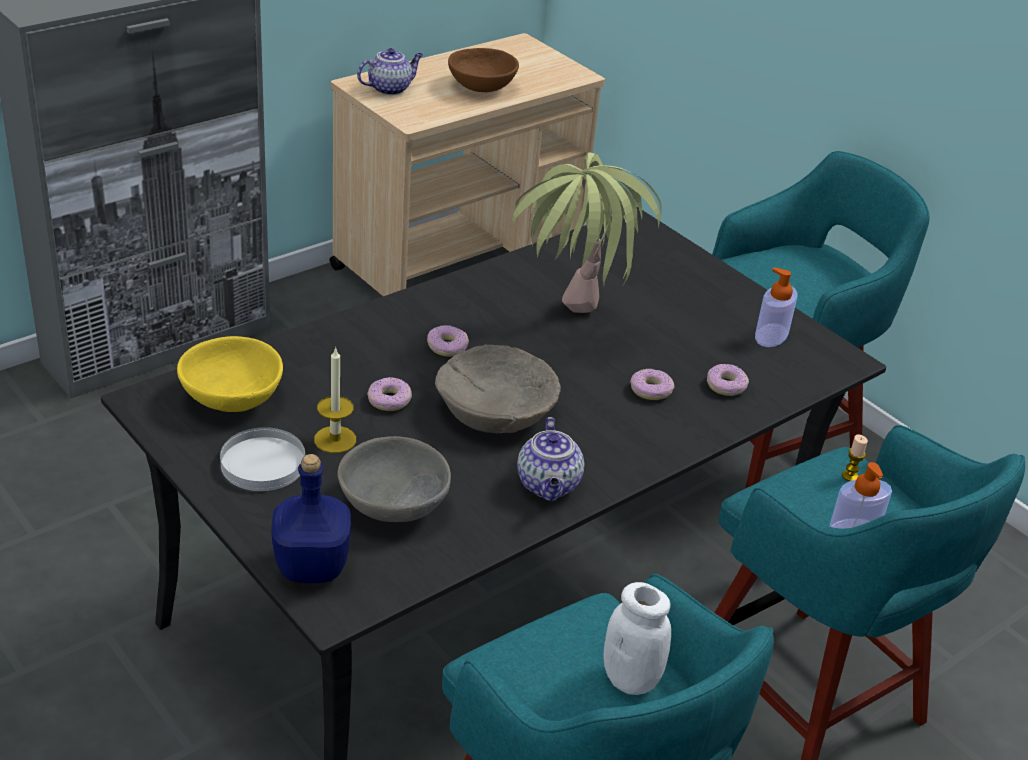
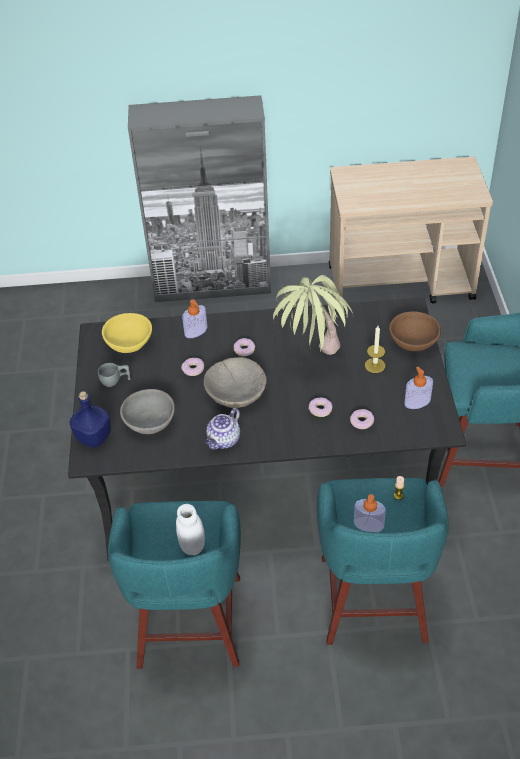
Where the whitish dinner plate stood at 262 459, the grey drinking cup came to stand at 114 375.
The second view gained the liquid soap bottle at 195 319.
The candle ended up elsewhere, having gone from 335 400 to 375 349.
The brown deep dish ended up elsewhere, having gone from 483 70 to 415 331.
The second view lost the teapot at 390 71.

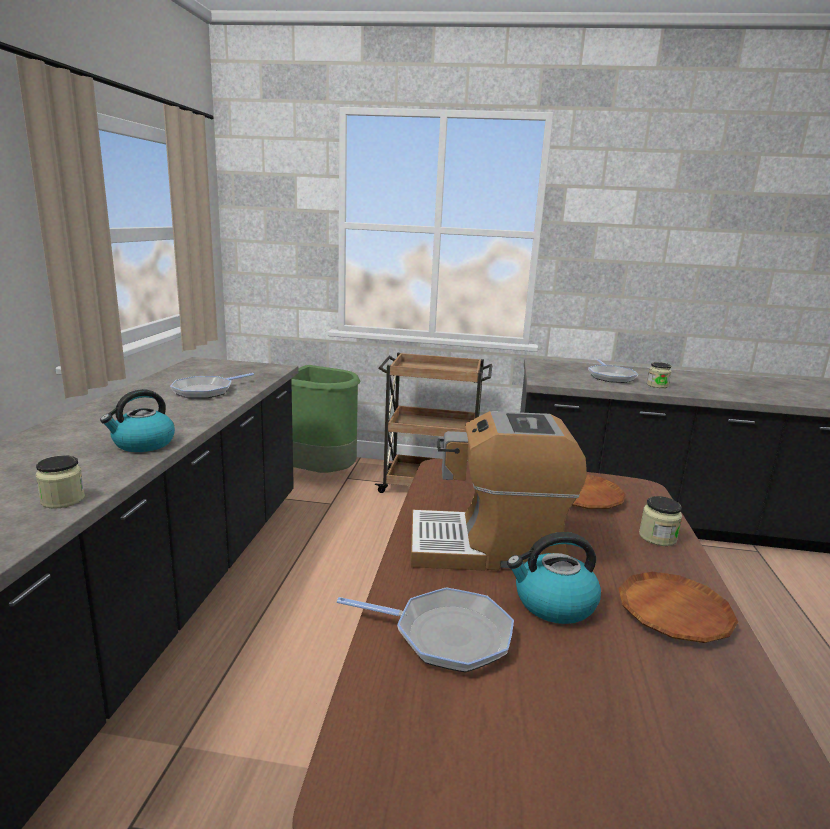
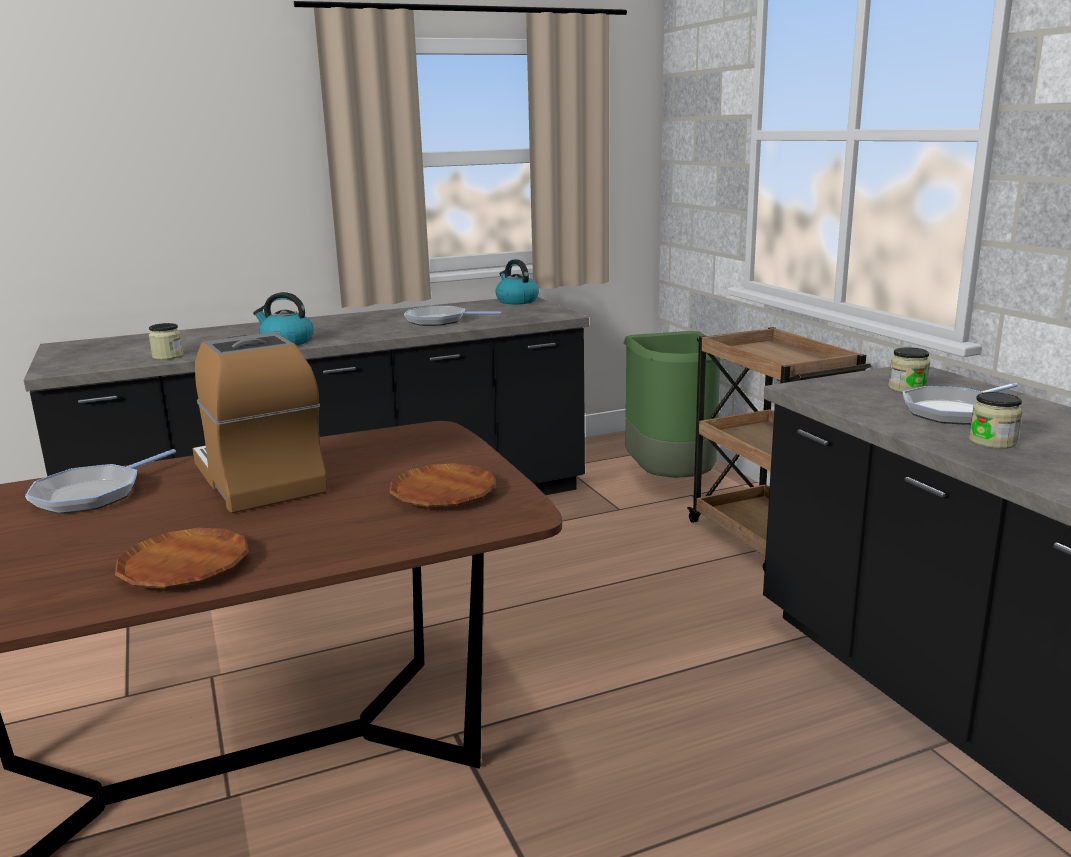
The frying pan at 425 630 ended up facing another way, 45 degrees clockwise from before.
The tea kettle ended up elsewhere, having gone from 554 578 to 517 281.
The storage jar ended up elsewhere, having gone from 660 521 to 909 370.

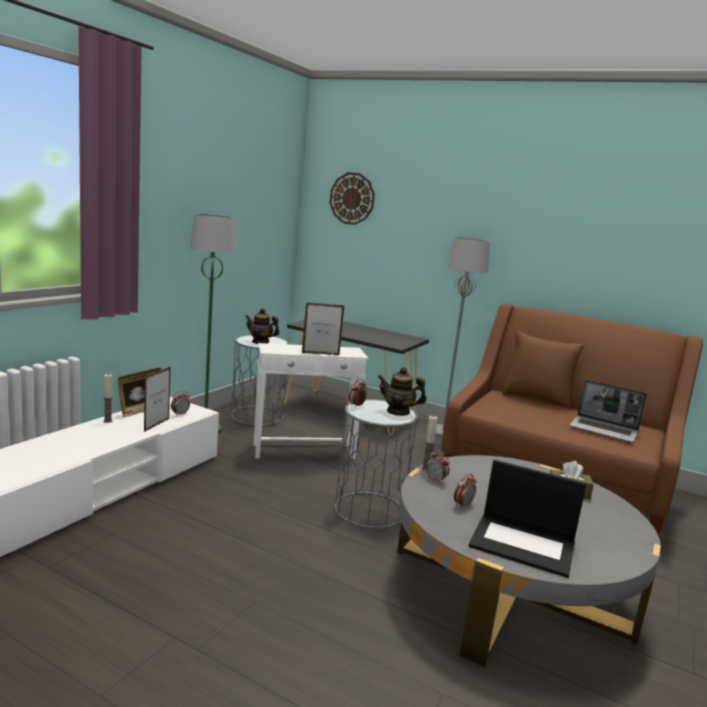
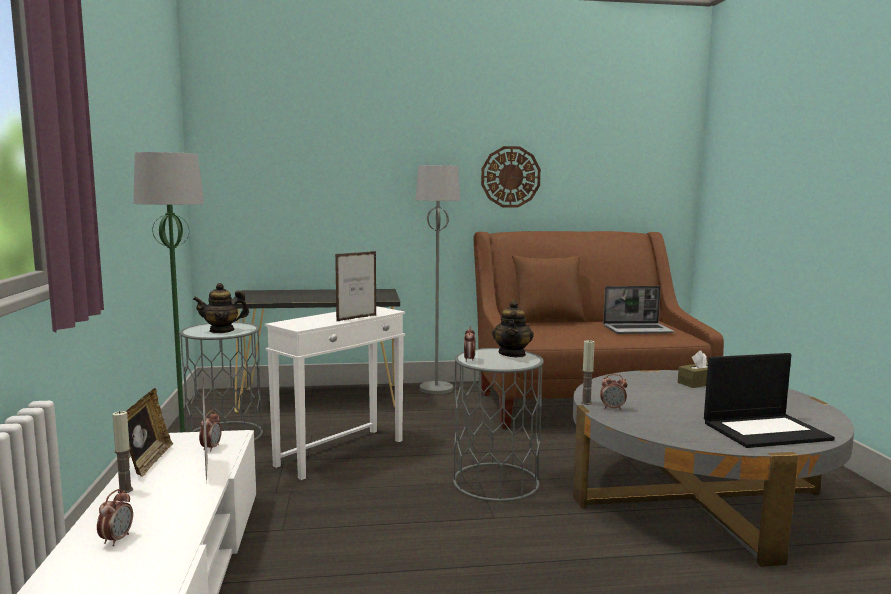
The table clock ended up elsewhere, having gone from 465 491 to 115 517.
The hanging clock ended up elsewhere, having gone from 352 198 to 511 177.
The teapot at 402 391 ended up facing another way, 60 degrees counterclockwise from before.

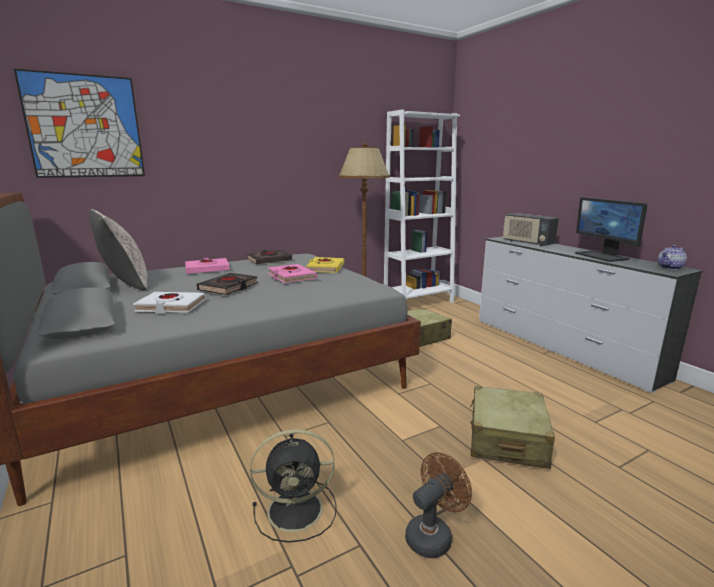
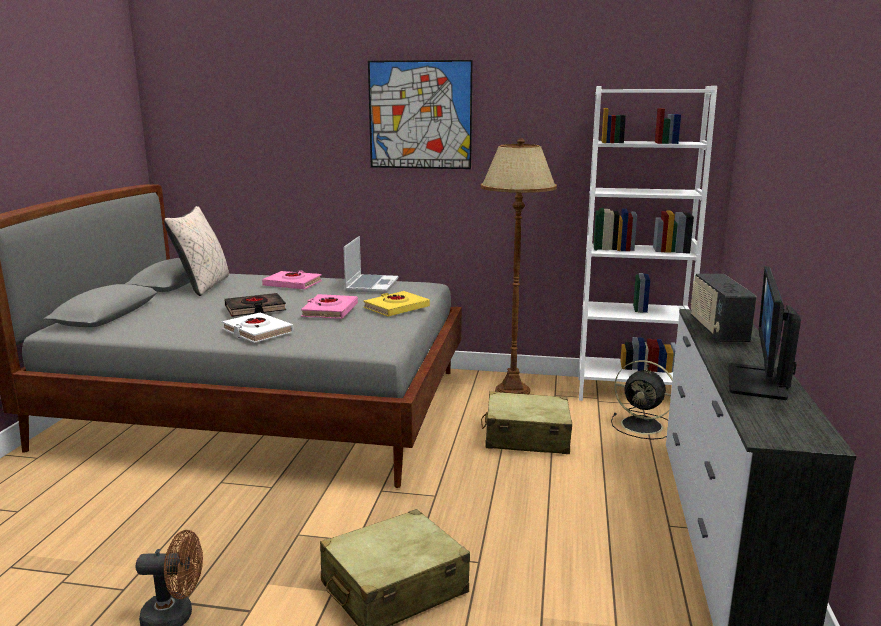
The whitish volume ended up elsewhere, having gone from 169 303 to 258 328.
Where the black-coloured volume stood at 269 257, the notebook computer came to stand at 371 264.
The wall art ended up elsewhere, having gone from 79 123 to 420 114.
The black-coloured electric fan ended up elsewhere, having gone from 293 486 to 642 400.
The second view lost the teapot at 672 257.

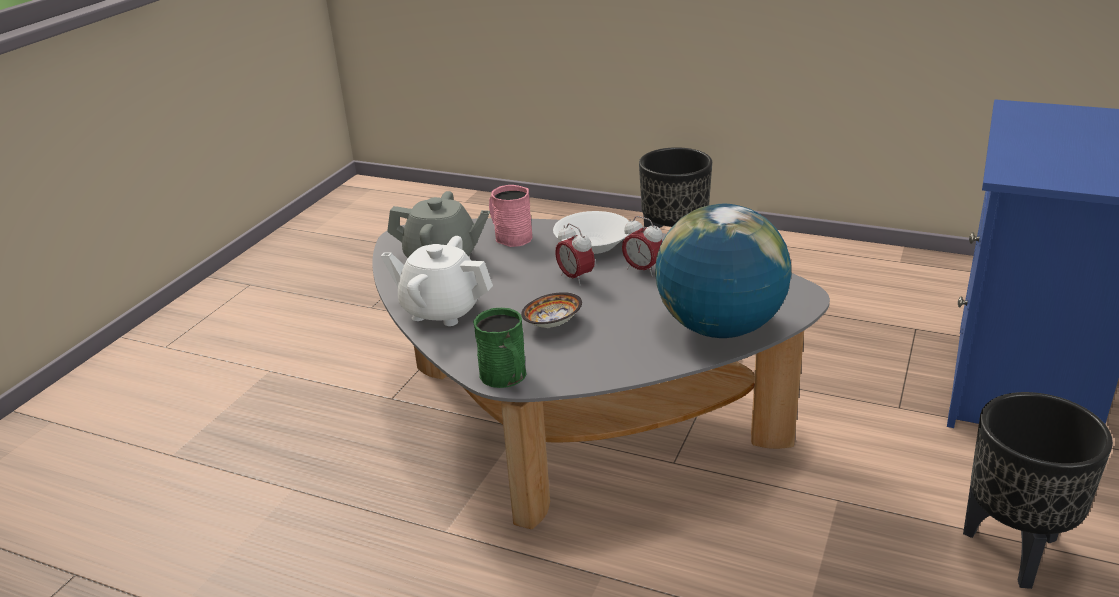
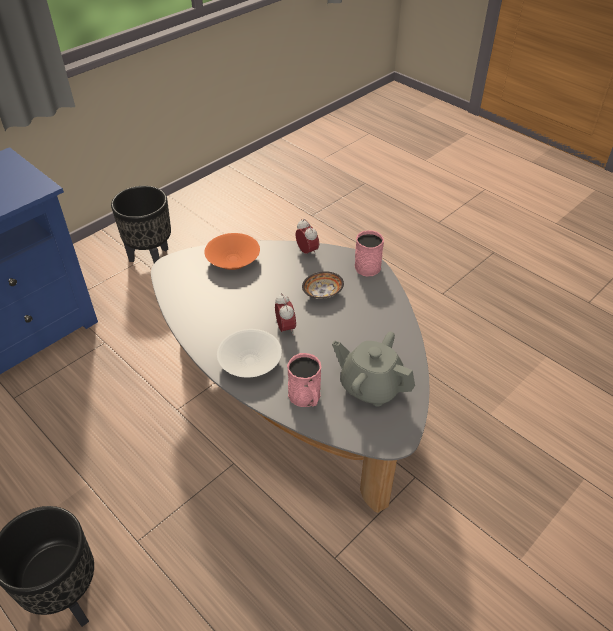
Where the world globe stood at 723 271, the orange-coloured deep dish came to stand at 232 251.
The table clock ended up elsewhere, having gone from 642 246 to 307 237.
What was the green-coloured coffee mug at 500 348 turned into the pink coffee mug at 369 253.
The second view lost the whitish teapot at 437 281.

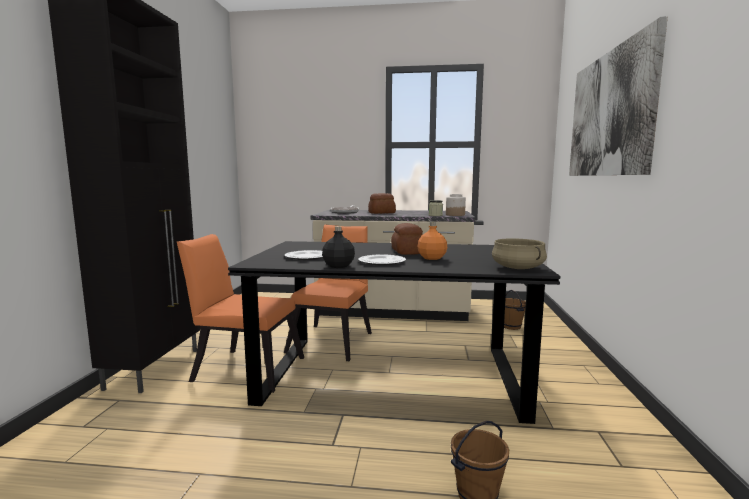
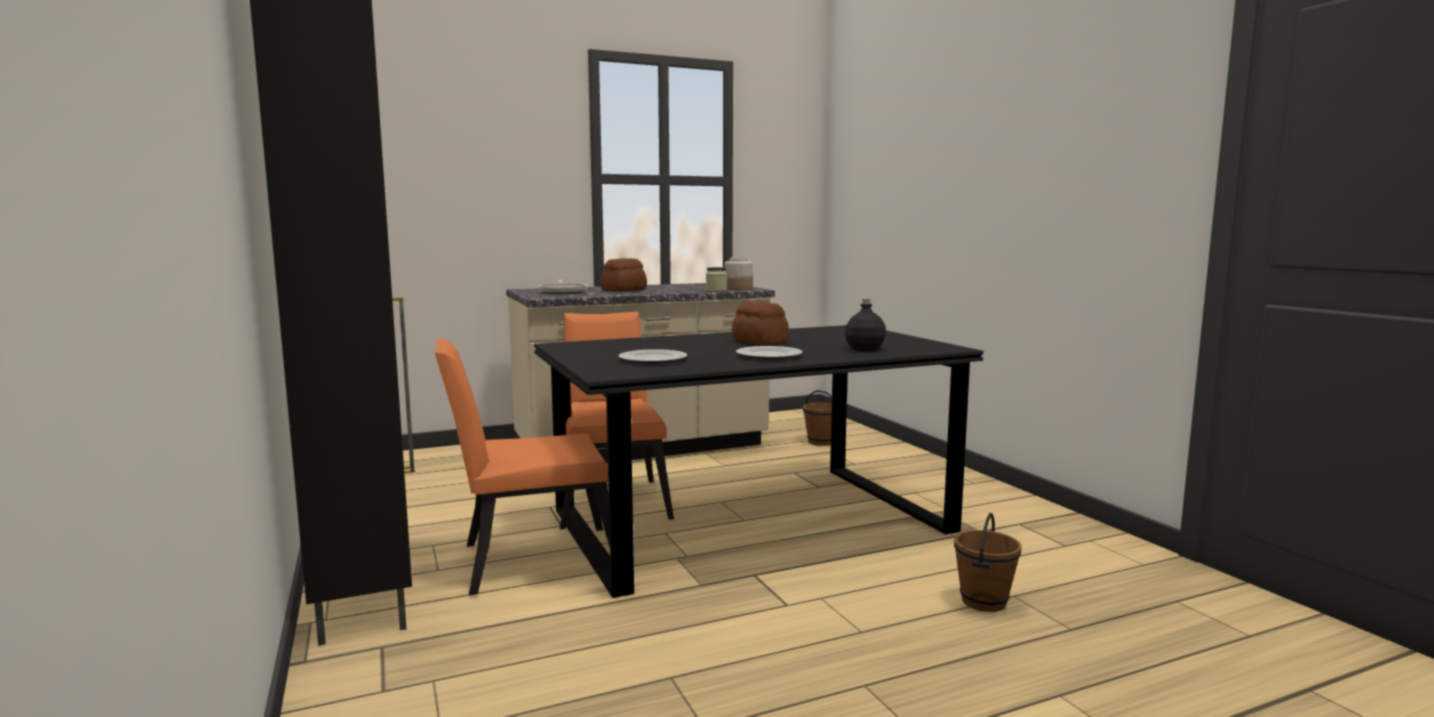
The black-coloured bottle ended up elsewhere, having gone from 338 247 to 865 324.
The second view lost the orange-coloured bottle at 432 241.
The second view lost the sand-coloured saucepot at 519 253.
The second view lost the wall art at 618 96.

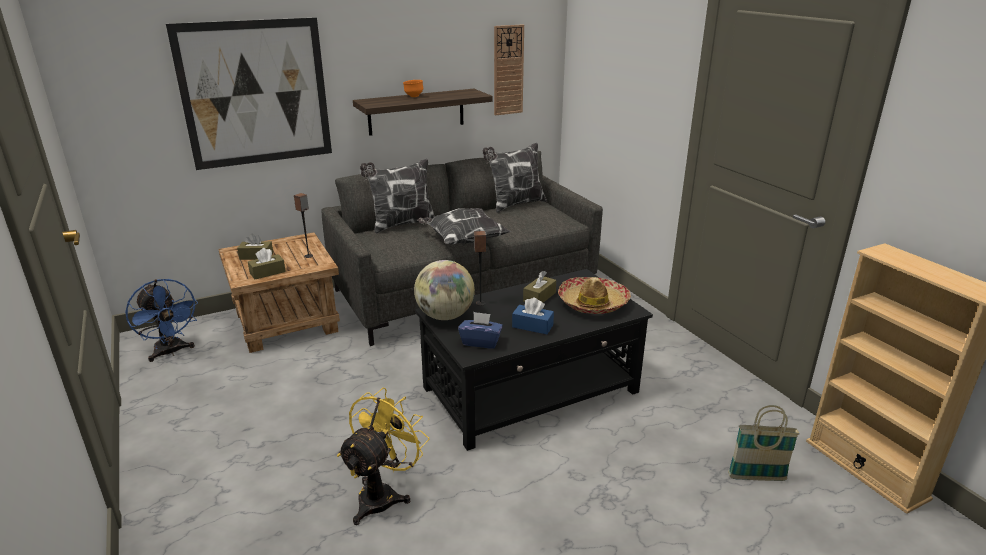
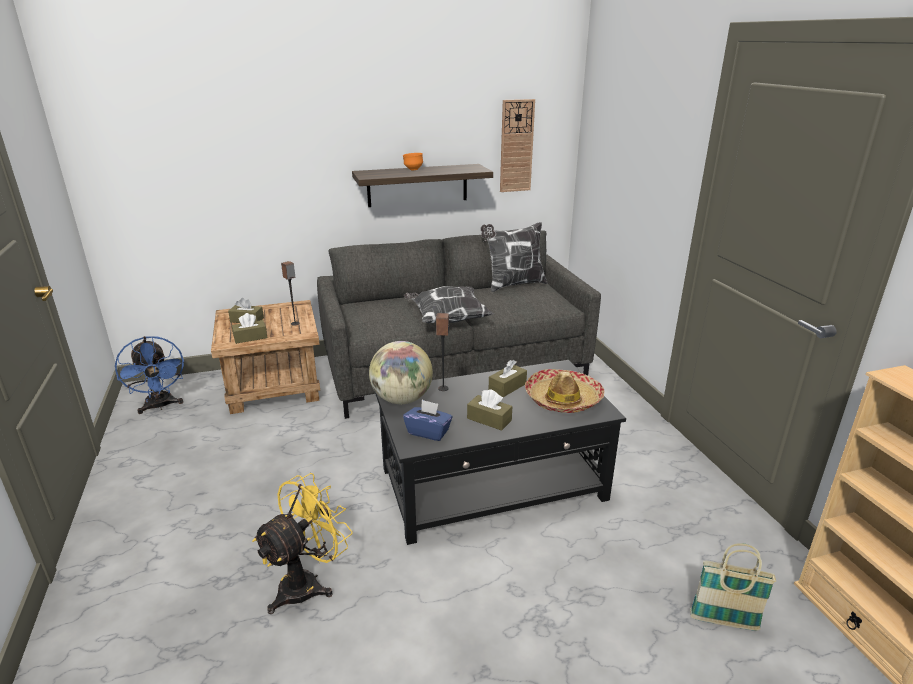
What was the bluish tissue holder at 533 316 turned into the brown tissue holder at 489 410.
The second view lost the wall art at 249 94.
The second view lost the pillow at 397 196.

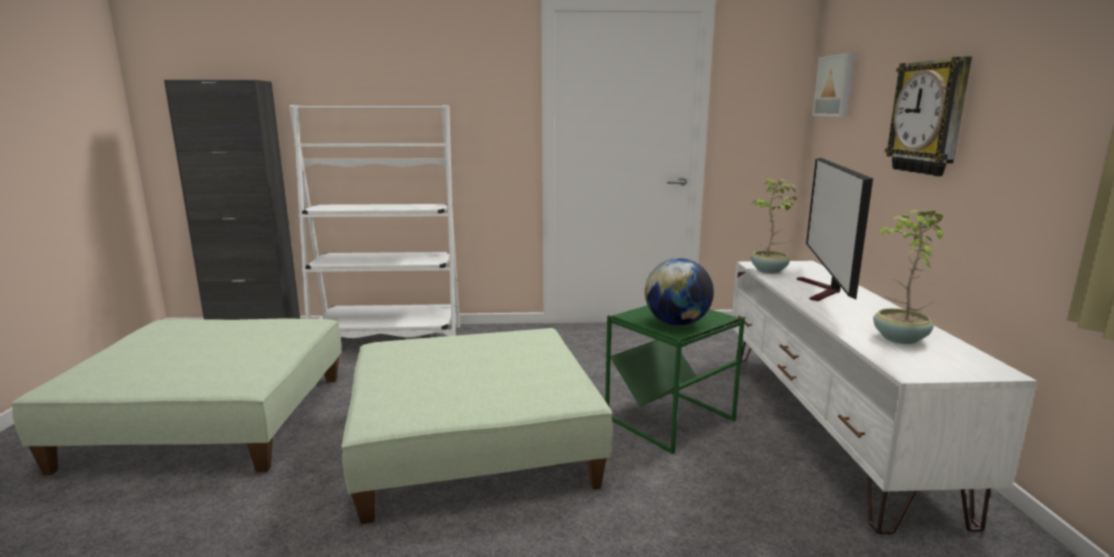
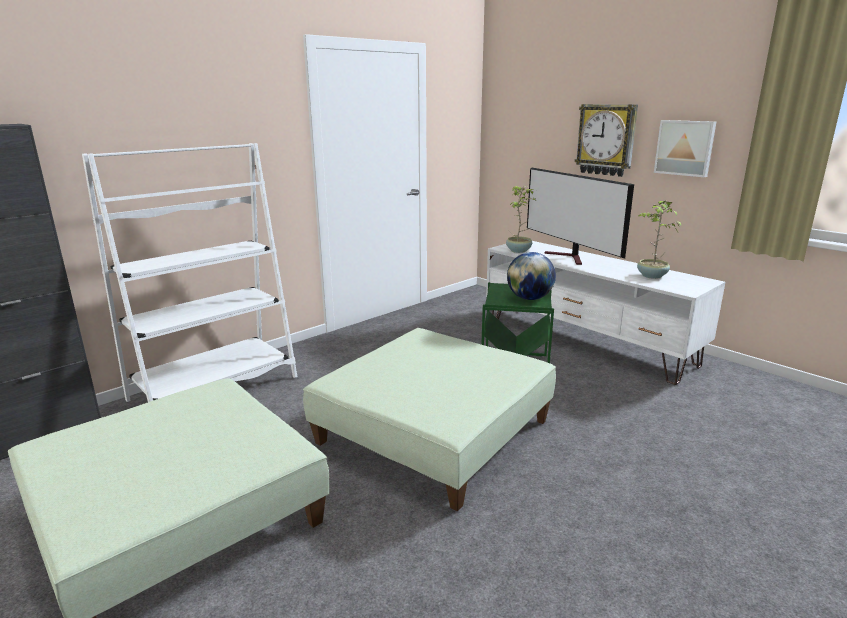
The wall art ended up elsewhere, having gone from 834 85 to 685 148.

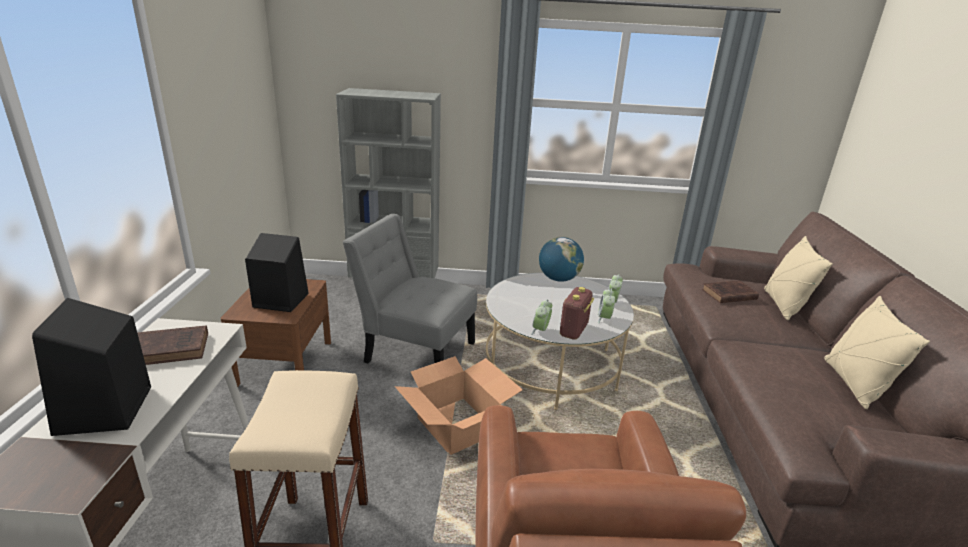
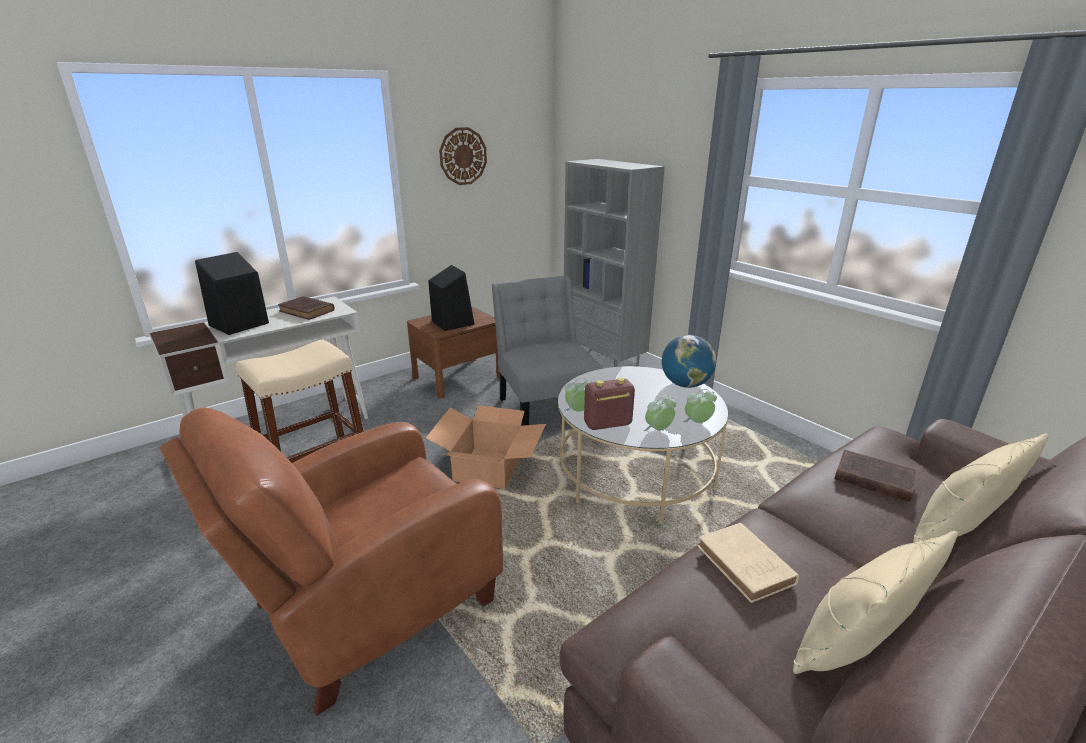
The second view gained the hanging clock at 463 156.
The second view gained the sand-coloured volume at 748 563.

